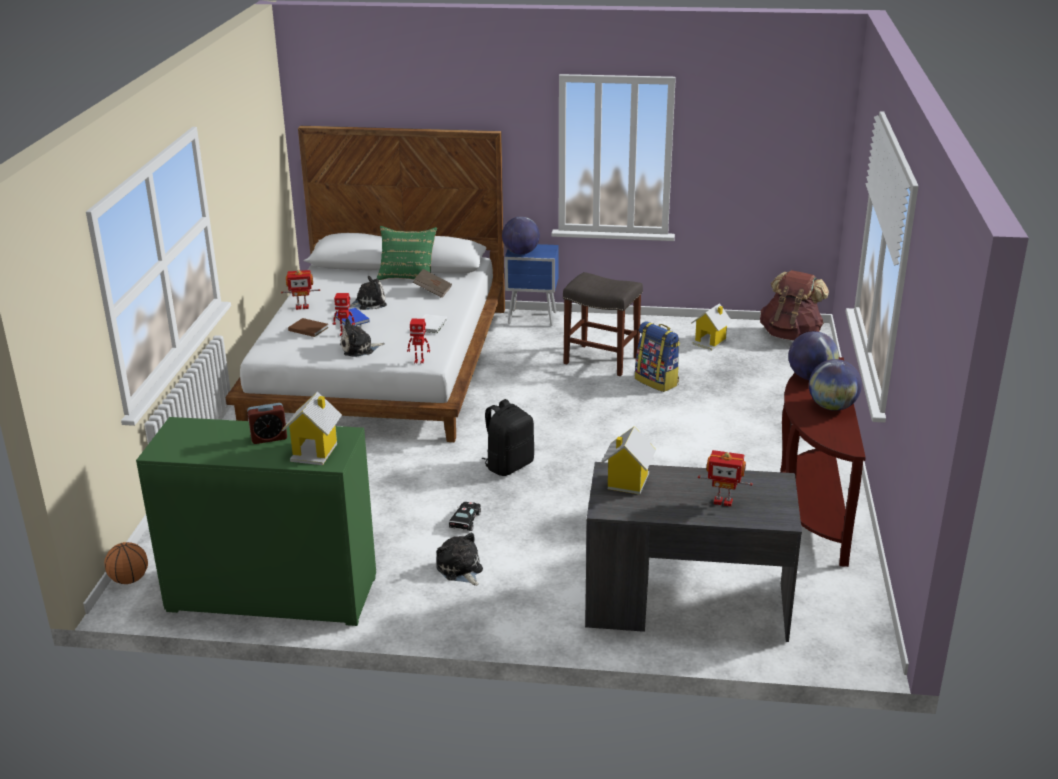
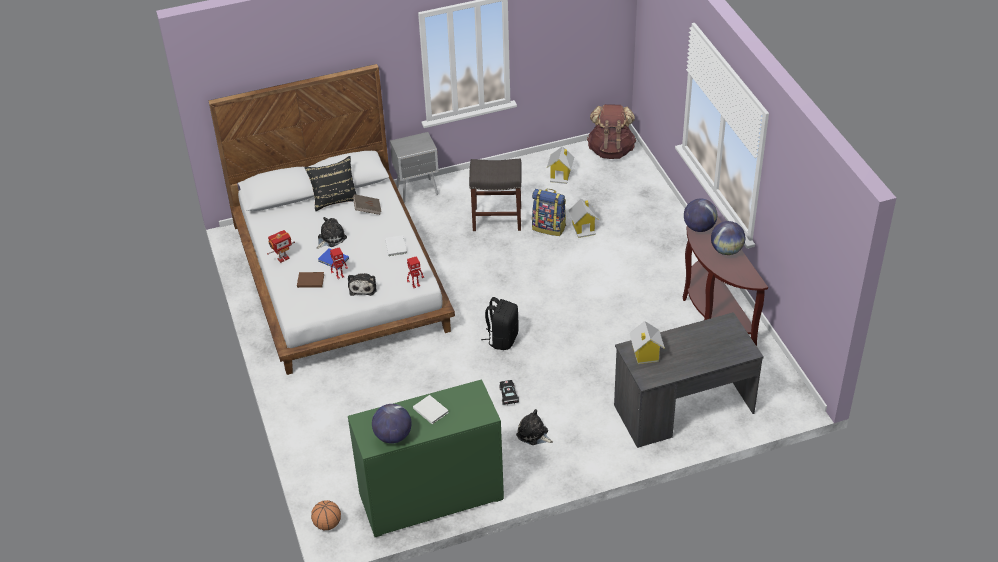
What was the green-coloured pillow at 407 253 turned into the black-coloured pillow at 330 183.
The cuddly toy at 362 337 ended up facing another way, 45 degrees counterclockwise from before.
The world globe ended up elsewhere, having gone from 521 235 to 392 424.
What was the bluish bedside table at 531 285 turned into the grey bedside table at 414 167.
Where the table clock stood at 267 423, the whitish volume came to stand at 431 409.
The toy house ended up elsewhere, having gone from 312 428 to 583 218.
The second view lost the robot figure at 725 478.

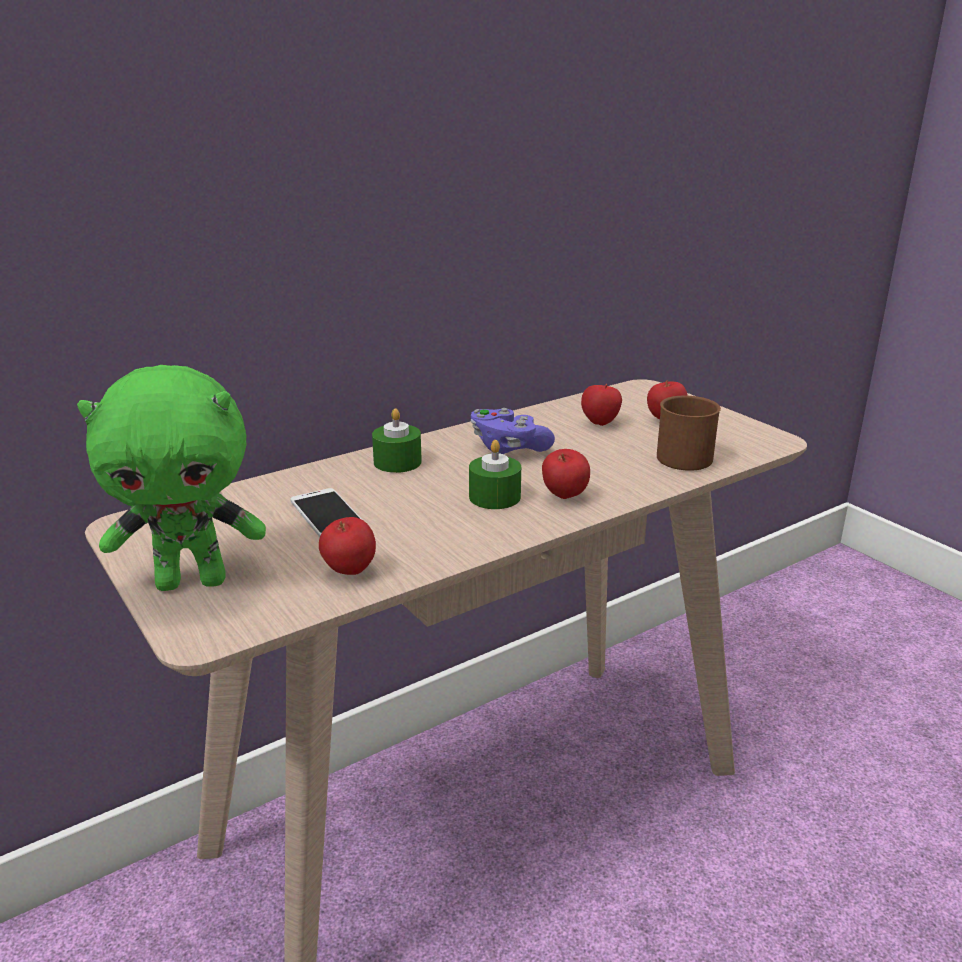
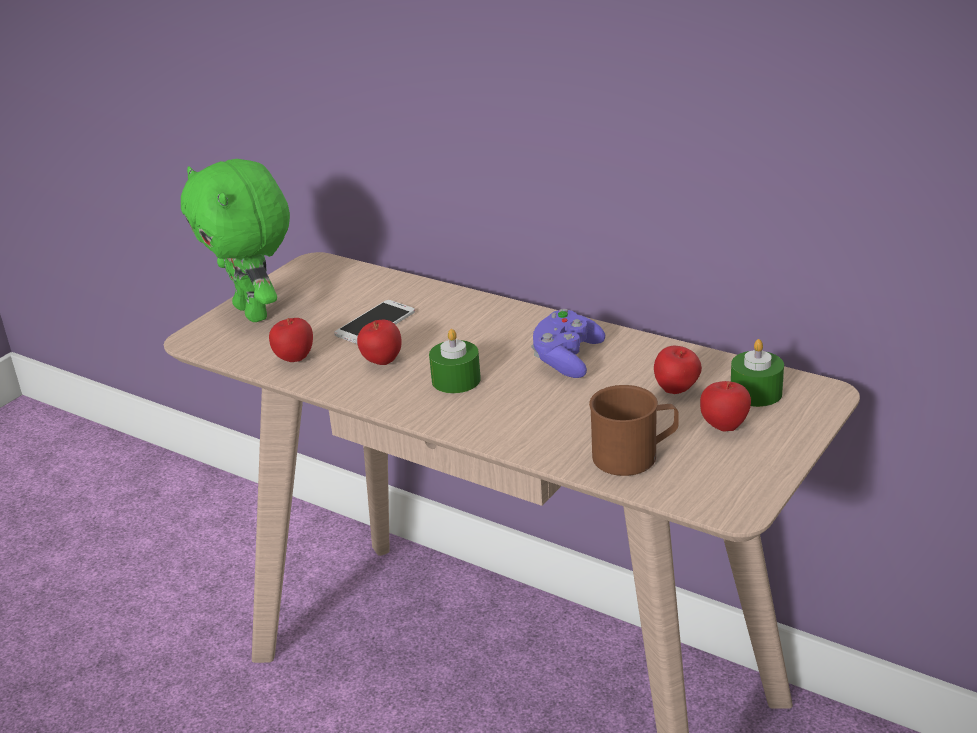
The whole apple ended up elsewhere, having gone from 566 474 to 379 342.
The green-coloured candle ended up elsewhere, having gone from 397 440 to 757 373.

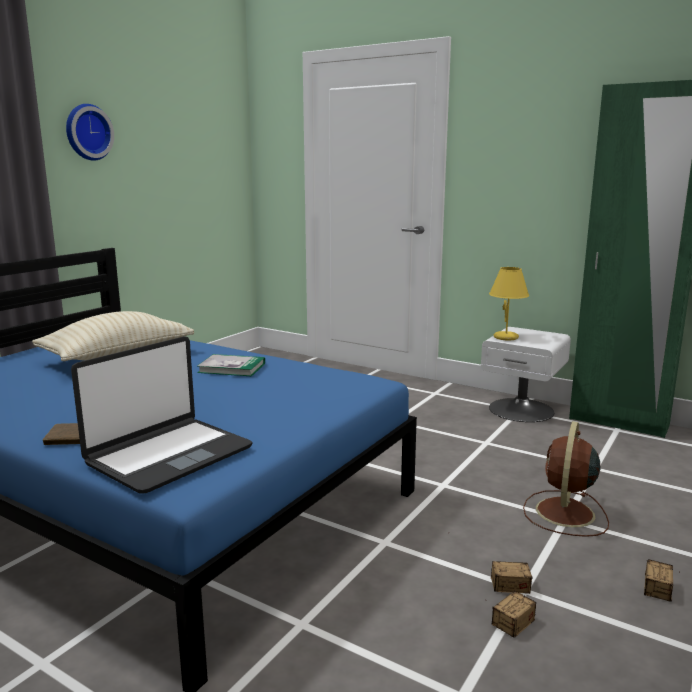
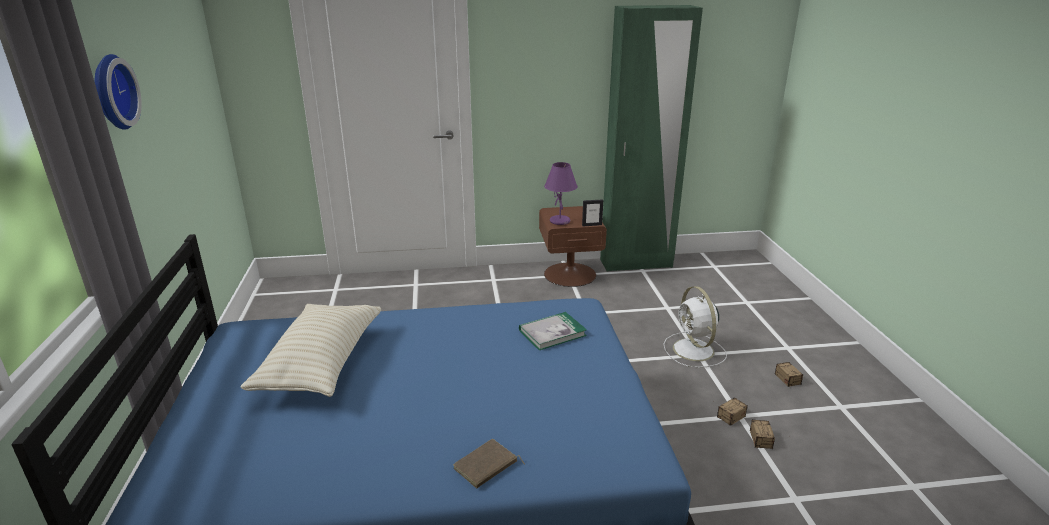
The volume ended up elsewhere, having gone from 231 365 to 553 331.
What was the whitish bedside table at 526 374 turned into the brown bedside table at 573 246.
What was the yellowish tabletop lamp at 509 304 turned into the purple-coloured tabletop lamp at 561 193.
The second view gained the picture frame at 592 212.
What was the brown electric fan at 566 479 turned into the whitish electric fan at 695 327.
The second view lost the notebook computer at 161 414.

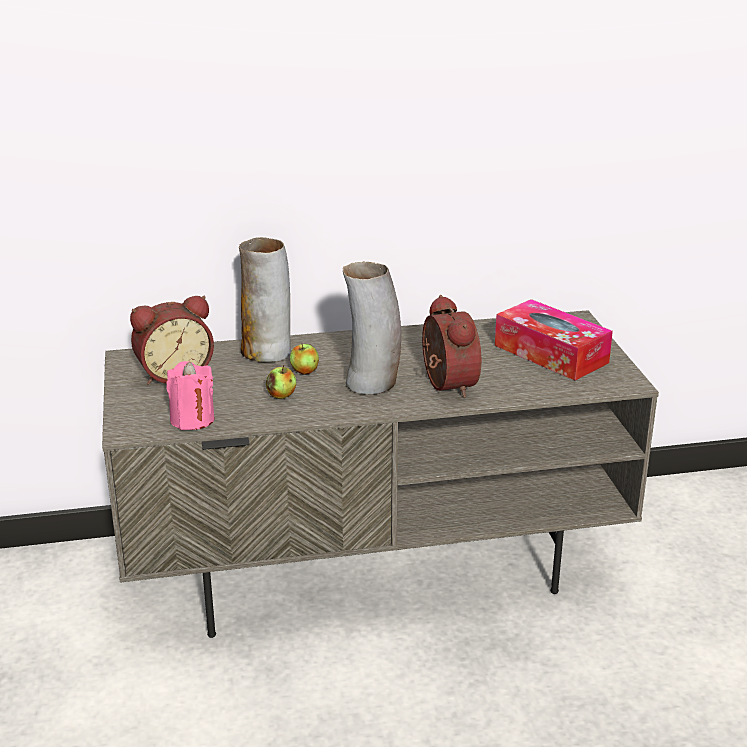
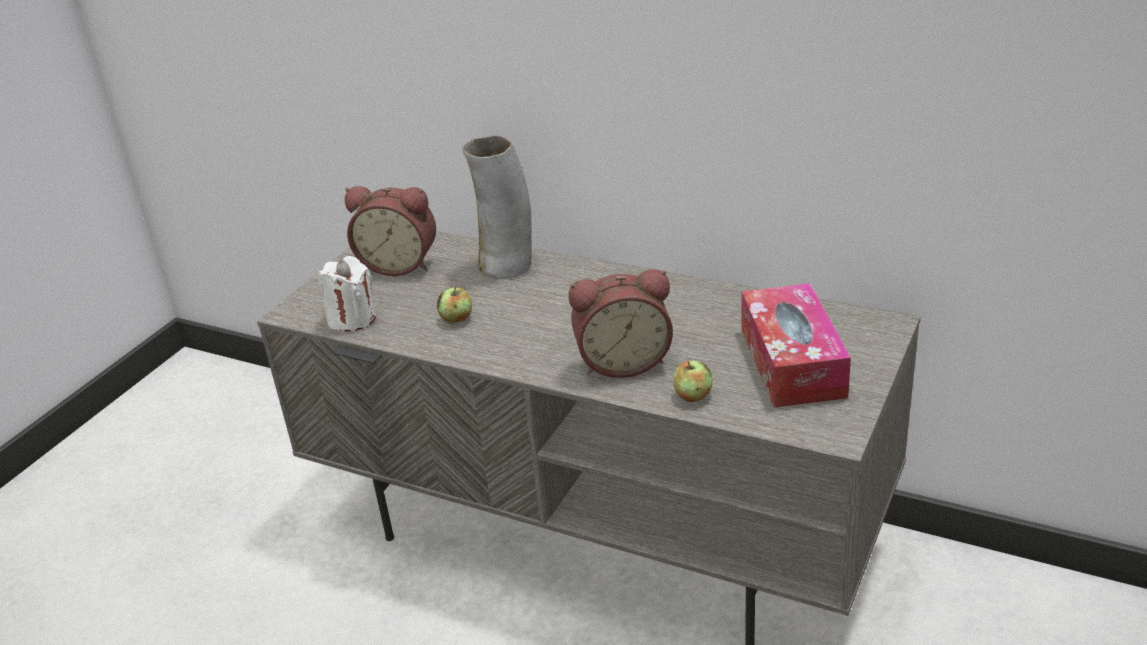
What was the pink candle at 190 395 turned into the whitish candle at 347 294.
The table clock at 451 346 ended up facing another way, 60 degrees clockwise from before.
The whole apple ended up elsewhere, having gone from 304 359 to 693 381.
The second view lost the flower vase at 372 328.

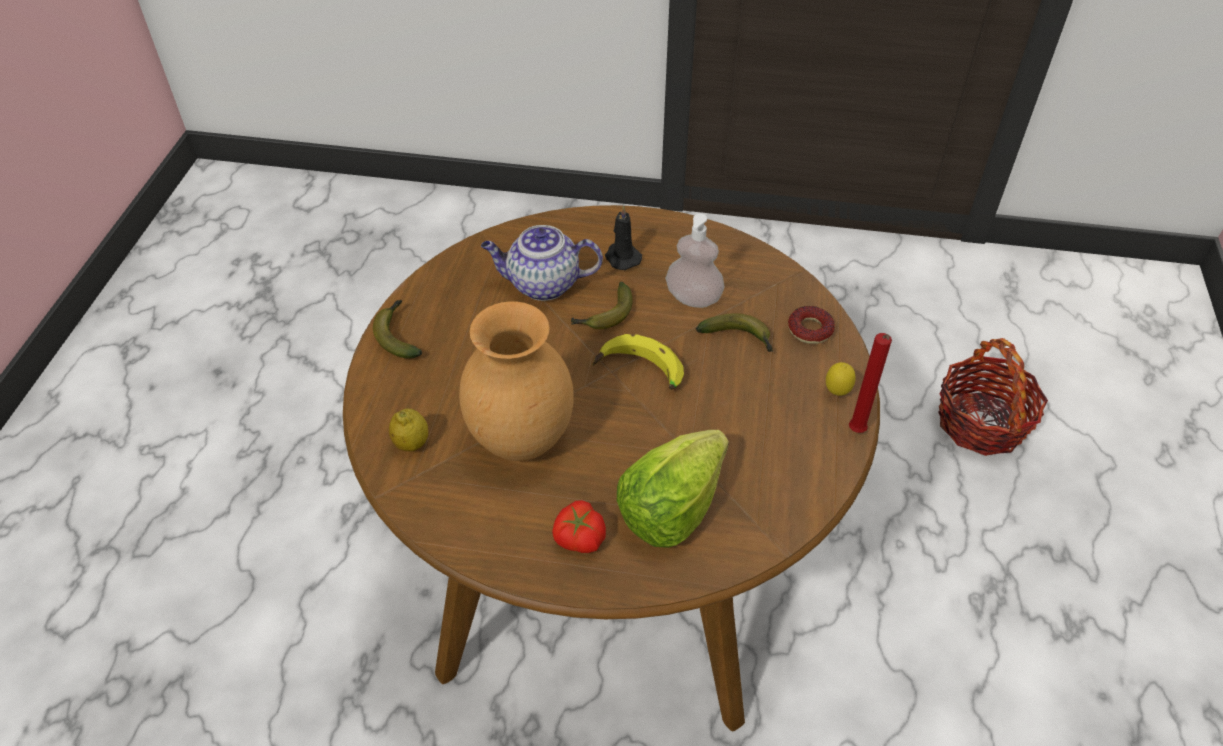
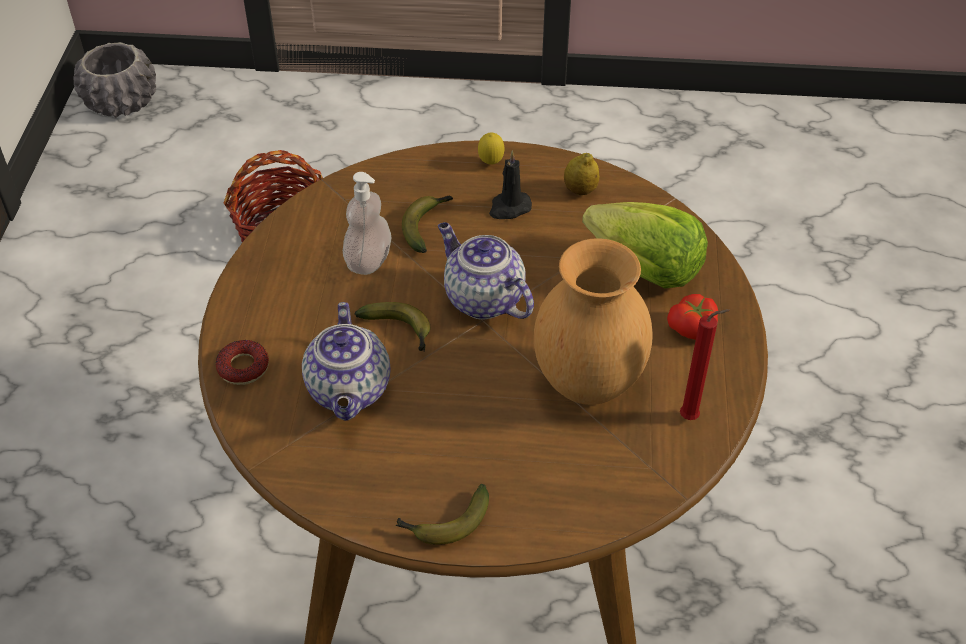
The second view gained the grey plant pot at 115 80.
The doughnut ended up elsewhere, having gone from 811 325 to 242 362.
Where the whole banana stood at 638 362, the teapot came to stand at 486 271.
The black-coloured candle ended up elsewhere, having gone from 623 237 to 510 185.
The lemon ended up elsewhere, having gone from 408 430 to 581 174.
The reddish candle ended up elsewhere, having gone from 870 383 to 705 364.

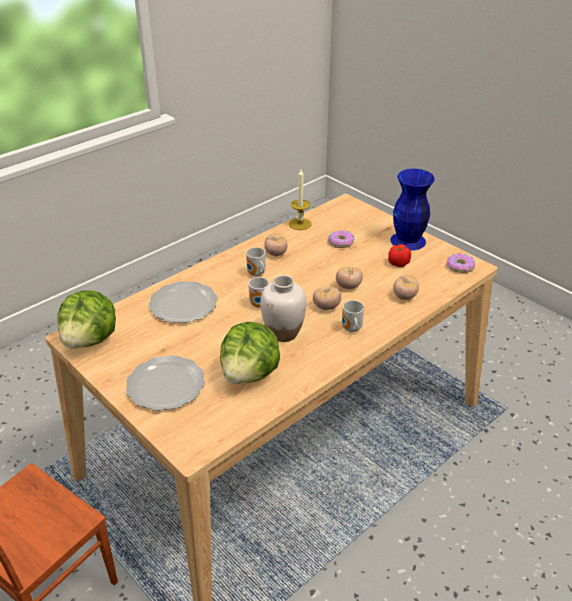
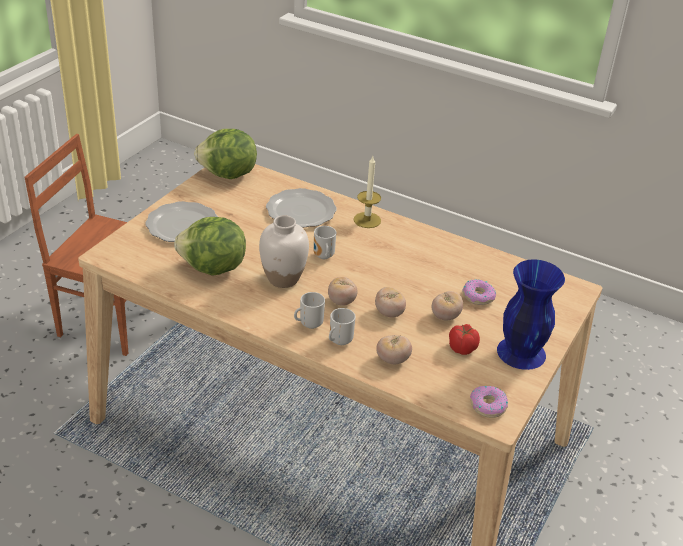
The coffee mug ended up elsewhere, having gone from 255 261 to 342 326.
The candle ended up elsewhere, having gone from 300 199 to 367 192.
The fresh tomato ended up elsewhere, having gone from 276 244 to 447 305.

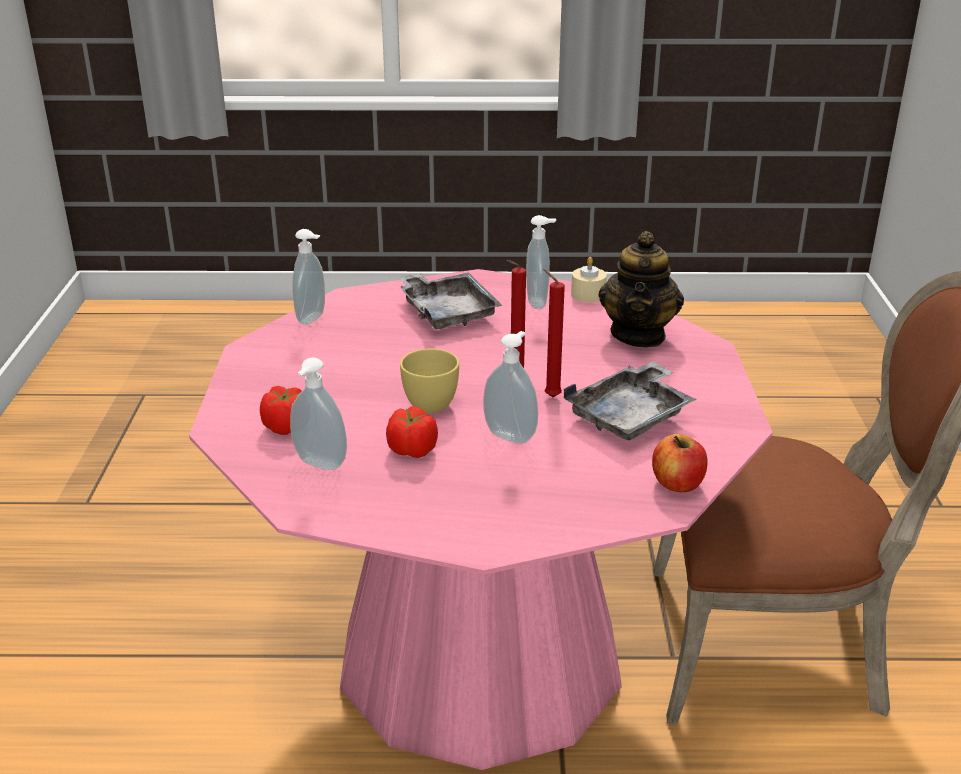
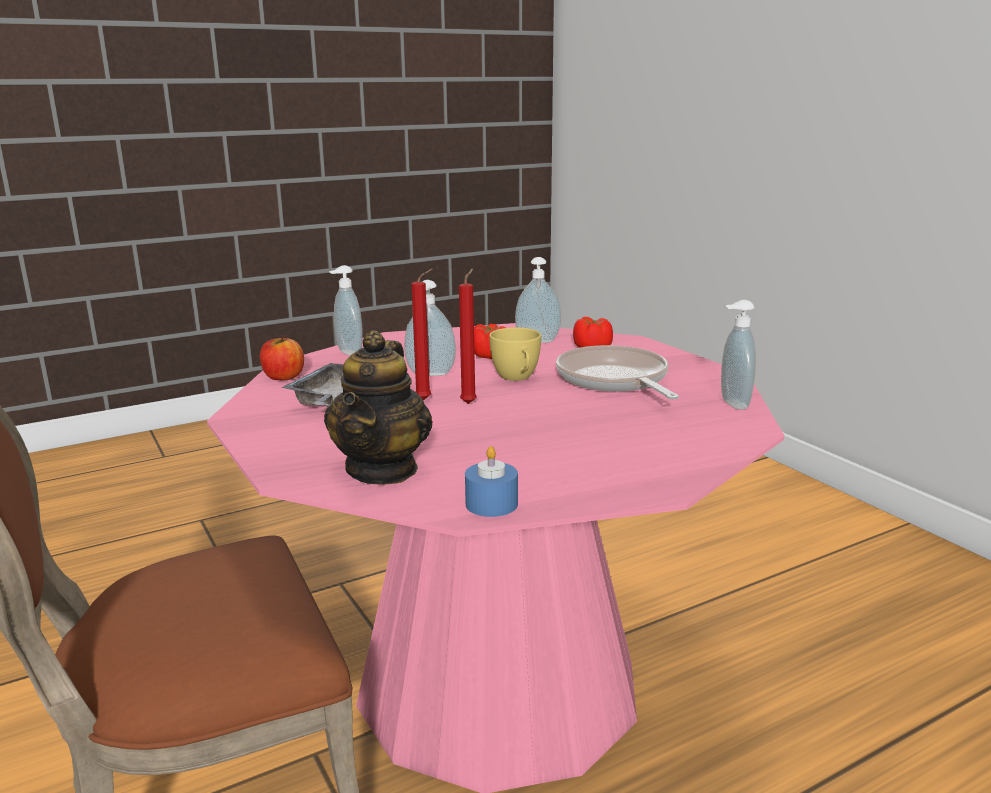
The teapot at 641 289 ended up facing another way, 150 degrees counterclockwise from before.
The liquid soap bottle ended up elsewhere, having gone from 541 262 to 345 310.
What was the sand-coloured candle at 589 280 turned into the bluish candle at 491 481.
The second view gained the frying pan at 617 372.
The second view lost the grey tray at 450 300.

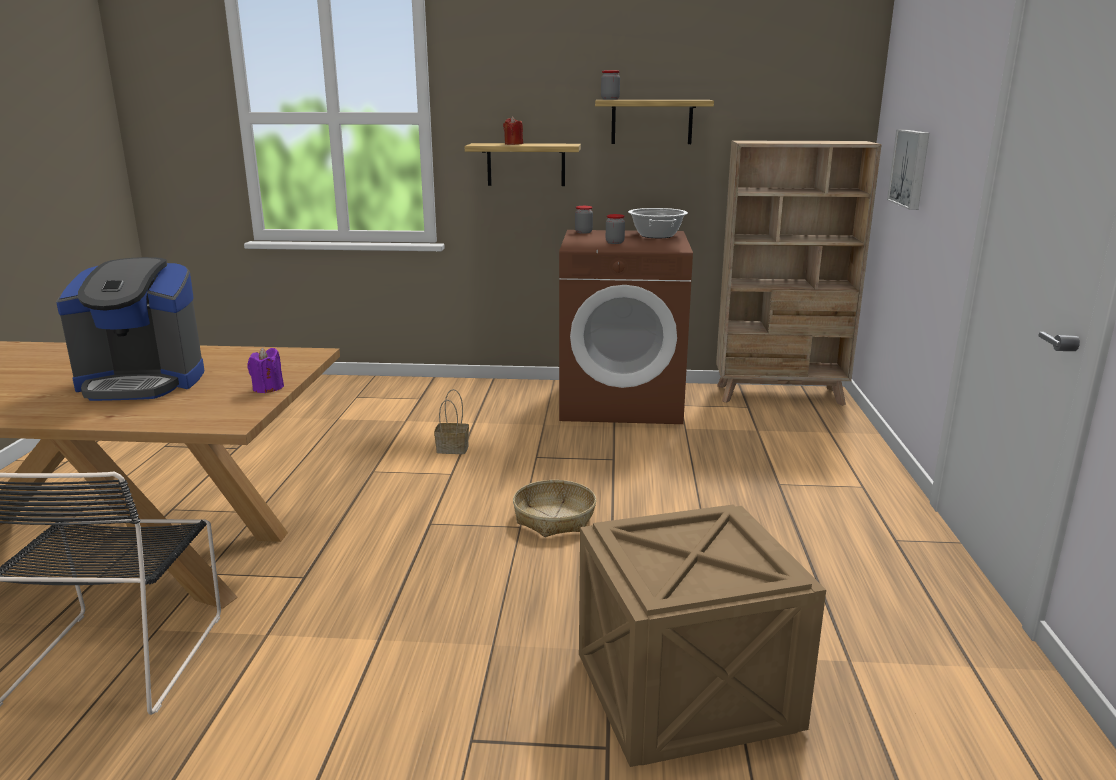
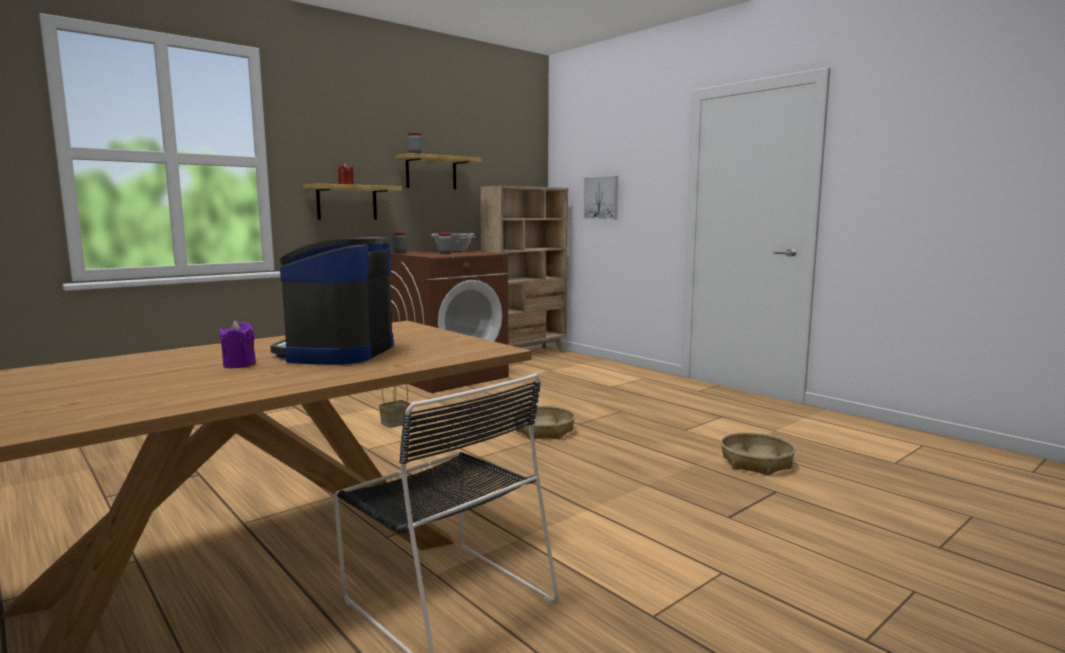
The purple-coloured candle ended up elsewhere, having gone from 265 370 to 237 344.
The coffee machine at 130 329 ended up facing another way, 150 degrees clockwise from before.
Where the shipping crate stood at 702 636, the household basket came to stand at 758 454.

